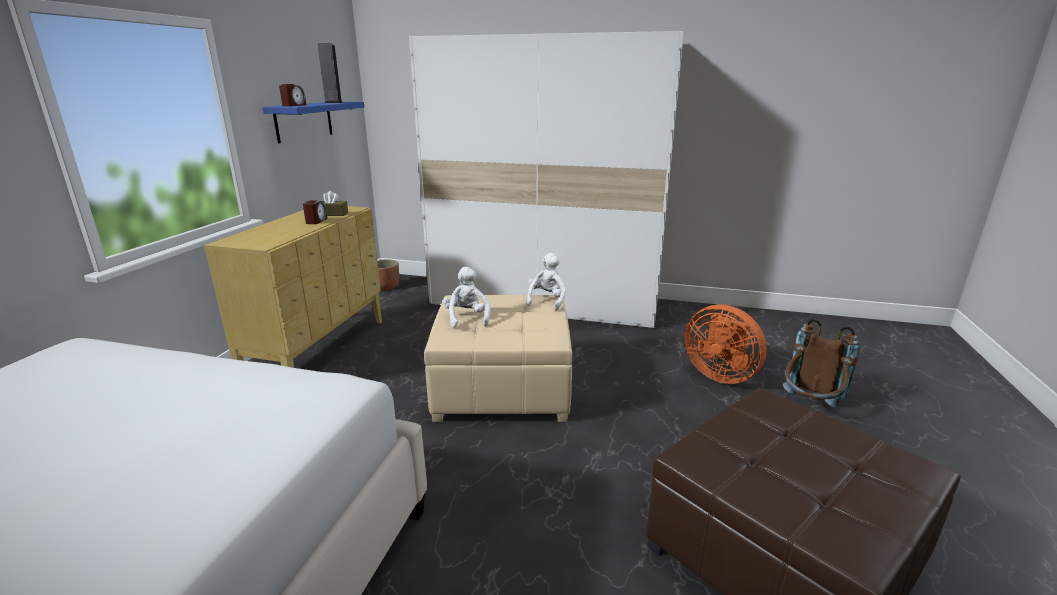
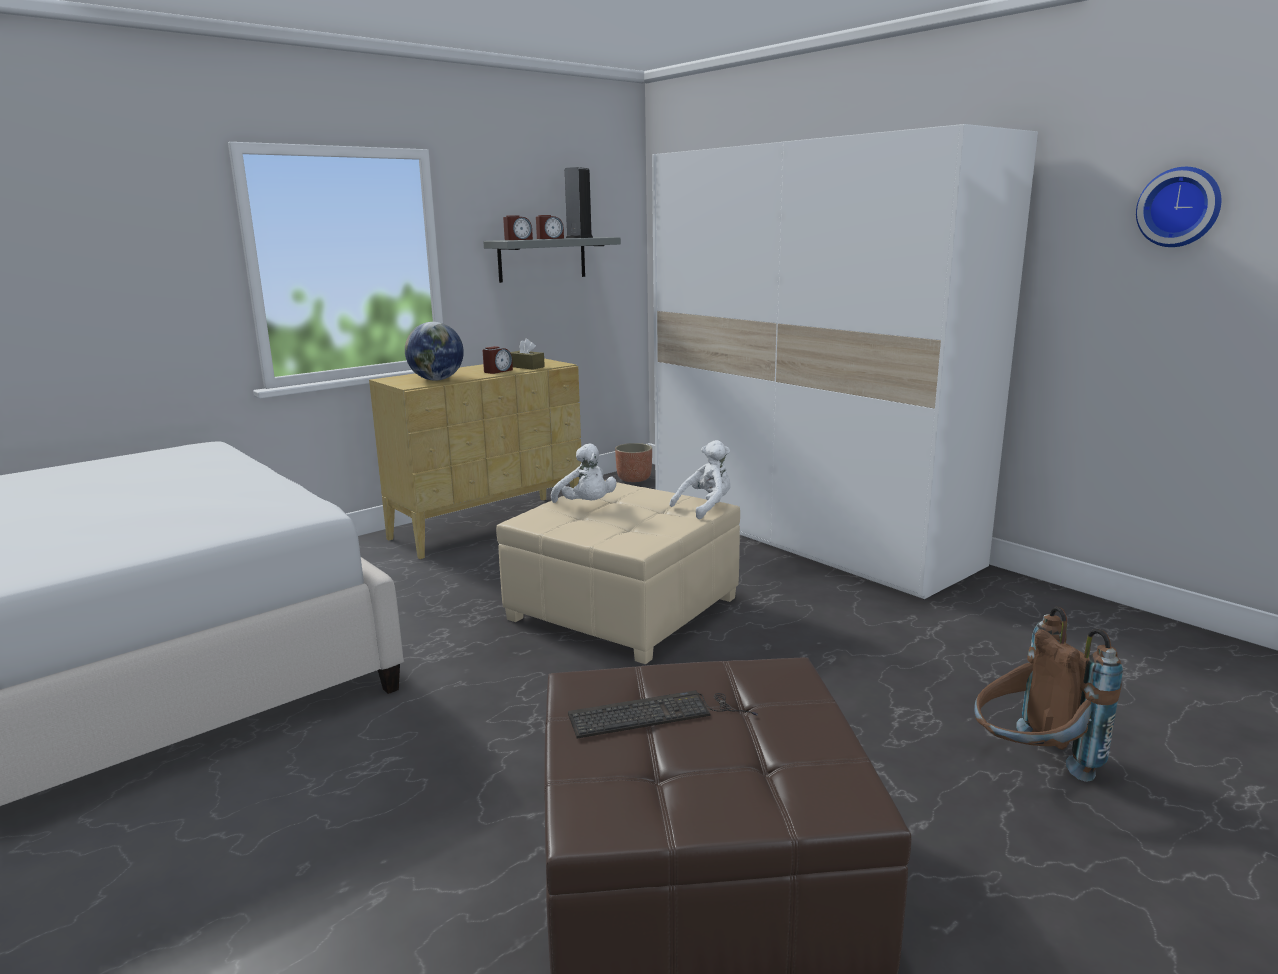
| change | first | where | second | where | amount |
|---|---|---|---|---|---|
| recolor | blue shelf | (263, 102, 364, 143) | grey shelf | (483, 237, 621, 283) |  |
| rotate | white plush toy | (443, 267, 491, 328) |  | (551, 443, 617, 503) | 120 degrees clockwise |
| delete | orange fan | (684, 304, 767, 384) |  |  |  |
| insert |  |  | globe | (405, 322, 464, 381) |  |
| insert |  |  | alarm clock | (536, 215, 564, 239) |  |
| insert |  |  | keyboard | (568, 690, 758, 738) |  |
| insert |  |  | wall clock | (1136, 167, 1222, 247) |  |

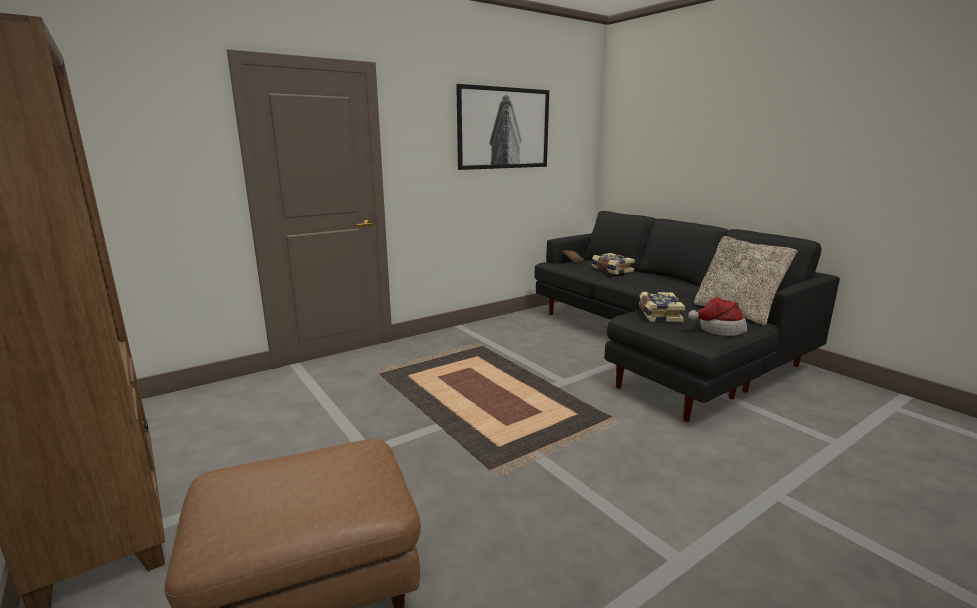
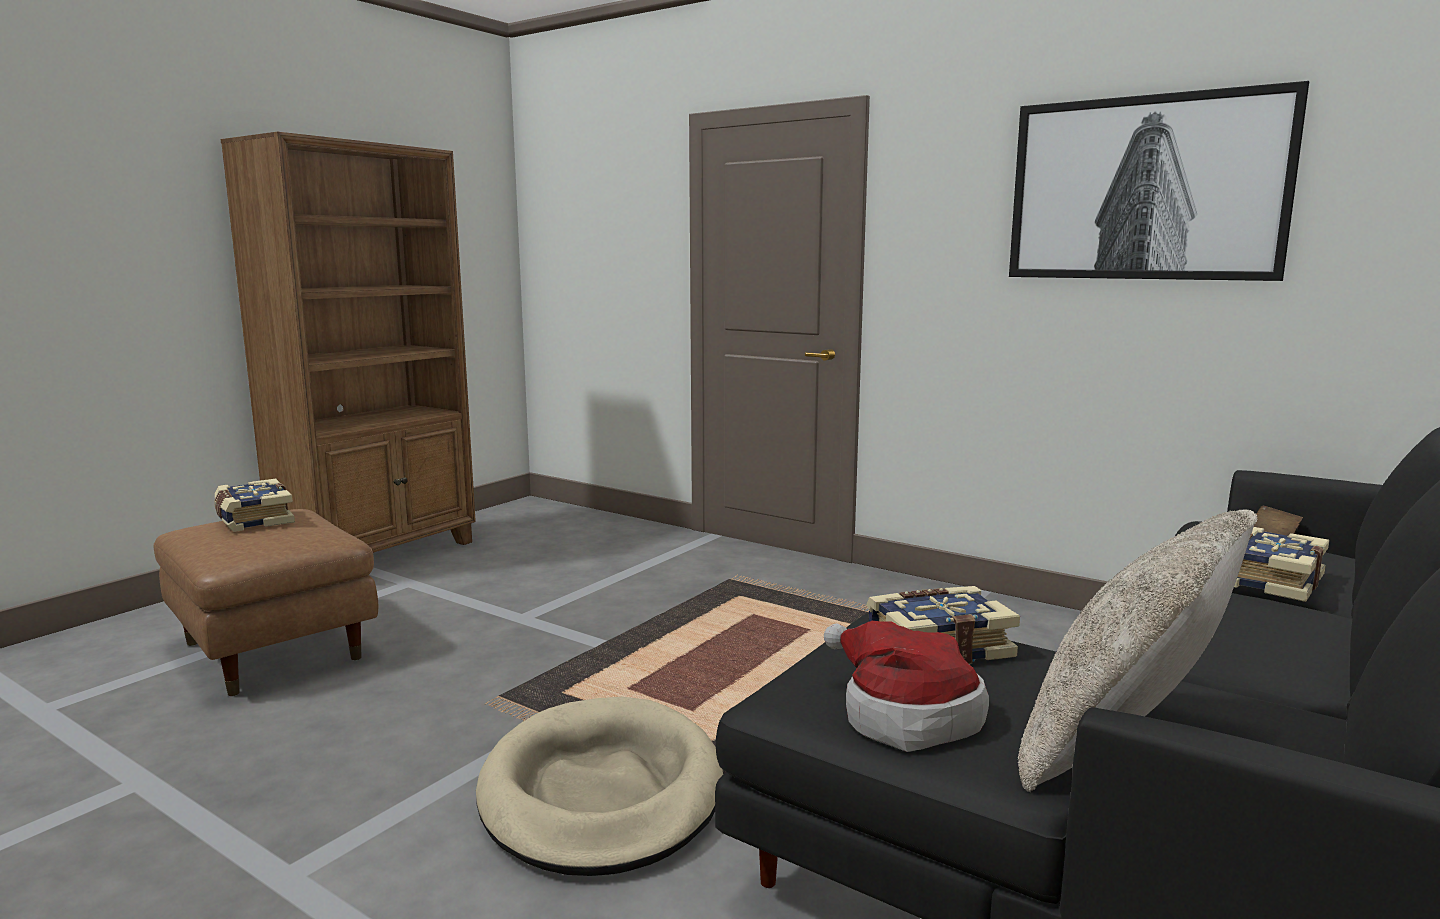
| change | first | where | second | where | amount |
|---|---|---|---|---|---|
| insert |  |  | book | (215, 479, 295, 532) |  |
| insert |  |  | beige dog bed | (476, 697, 723, 876) |  |

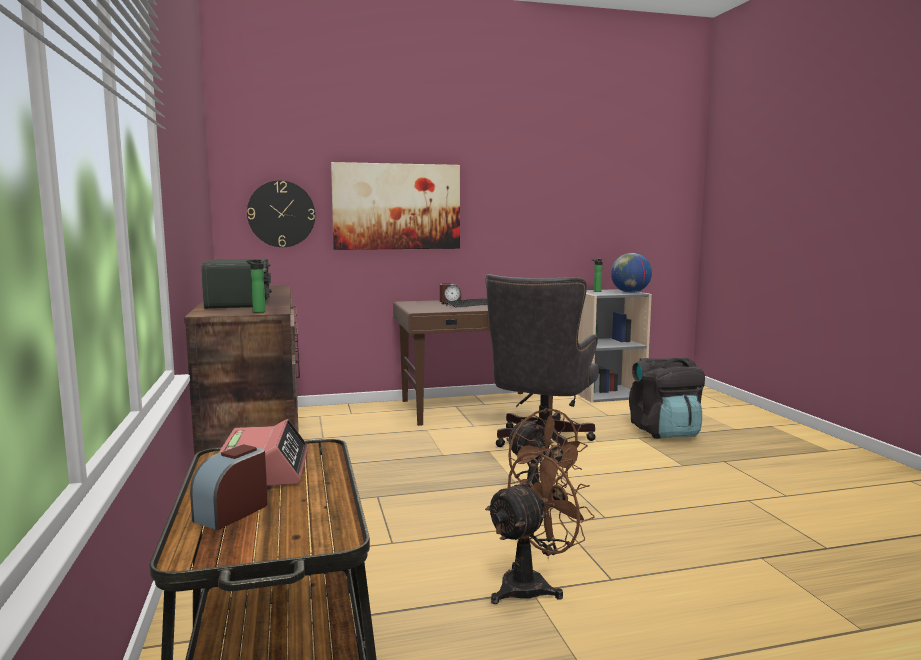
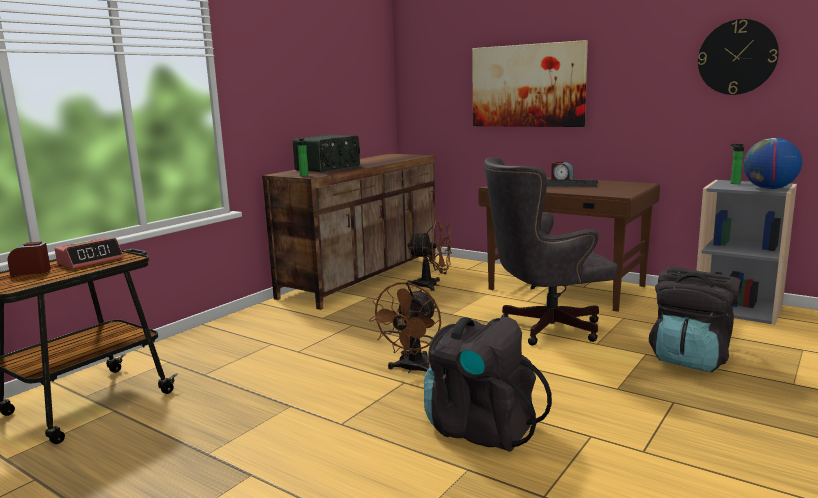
| change | first | where | second | where | amount |
|---|---|---|---|---|---|
| move | wall clock | (247, 180, 315, 247) |  | (698, 19, 779, 95) |  |
| move | brown fan | (485, 449, 595, 604) |  | (407, 221, 452, 291) |  |
| insert |  |  | black backpack | (424, 317, 552, 452) |  |

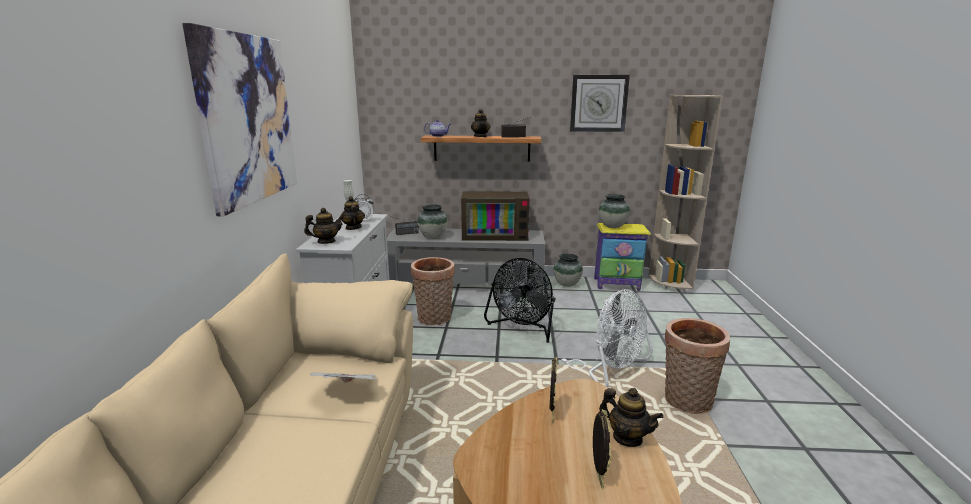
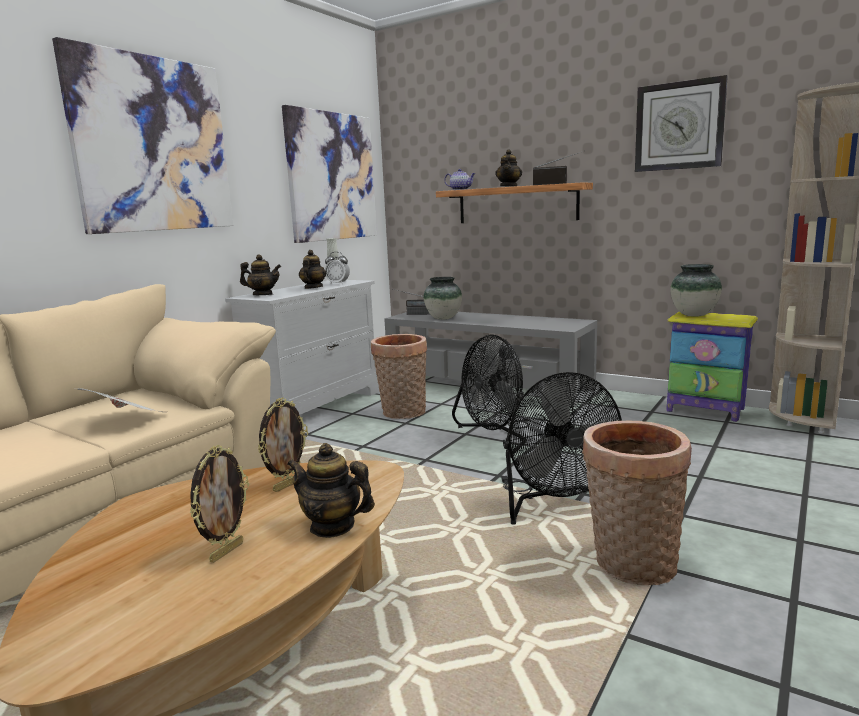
| change | first | where | second | where | amount |
|---|---|---|---|---|---|
| delete | television | (461, 191, 530, 241) |  |  |  |
| delete | vase | (554, 253, 583, 287) |  |  |  |
| recolor | white fan | (562, 289, 653, 388) | black fan | (502, 372, 622, 525) |  |
| rotate | teapot | (599, 388, 663, 447) |  | (287, 443, 375, 538) | 135 degrees clockwise |
| insert |  |  | picture | (282, 105, 377, 243) |  |

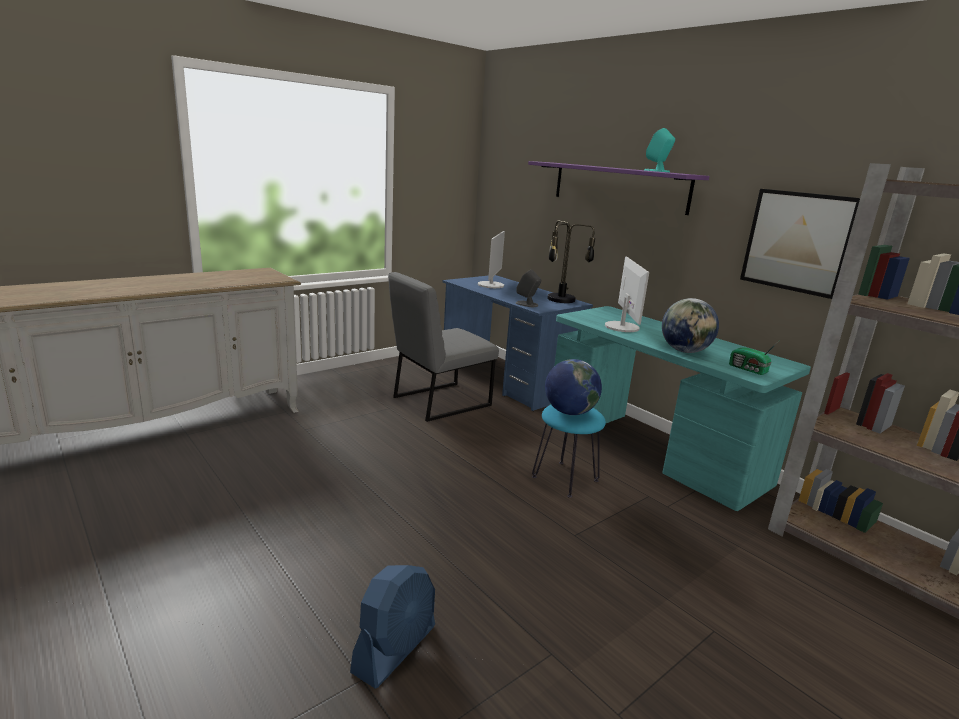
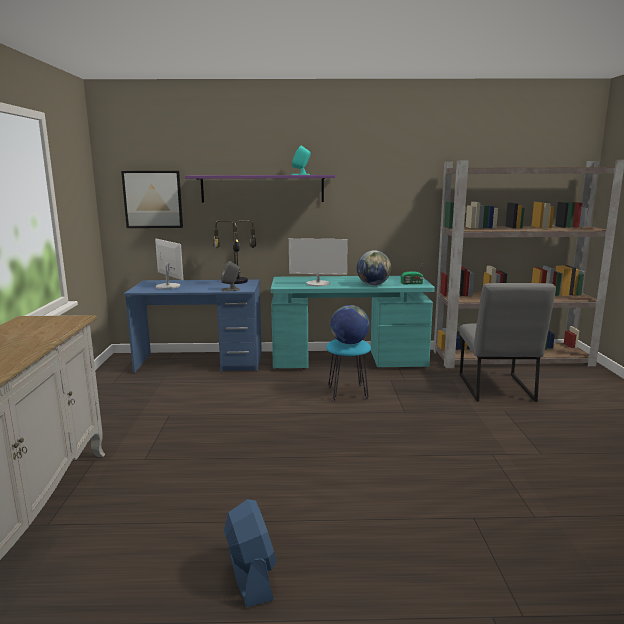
| change | first | where | second | where | amount |
|---|---|---|---|---|---|
| move | blue fan | (350, 565, 435, 689) |  | (224, 499, 277, 607) |  |
| move | grey chair | (388, 272, 499, 422) |  | (459, 283, 556, 402) |  |
| rotate | monitor | (605, 257, 649, 332) |  | (289, 238, 348, 286) | 150 degrees clockwise |
| move | picture | (740, 189, 860, 299) |  | (121, 171, 183, 228) |  |

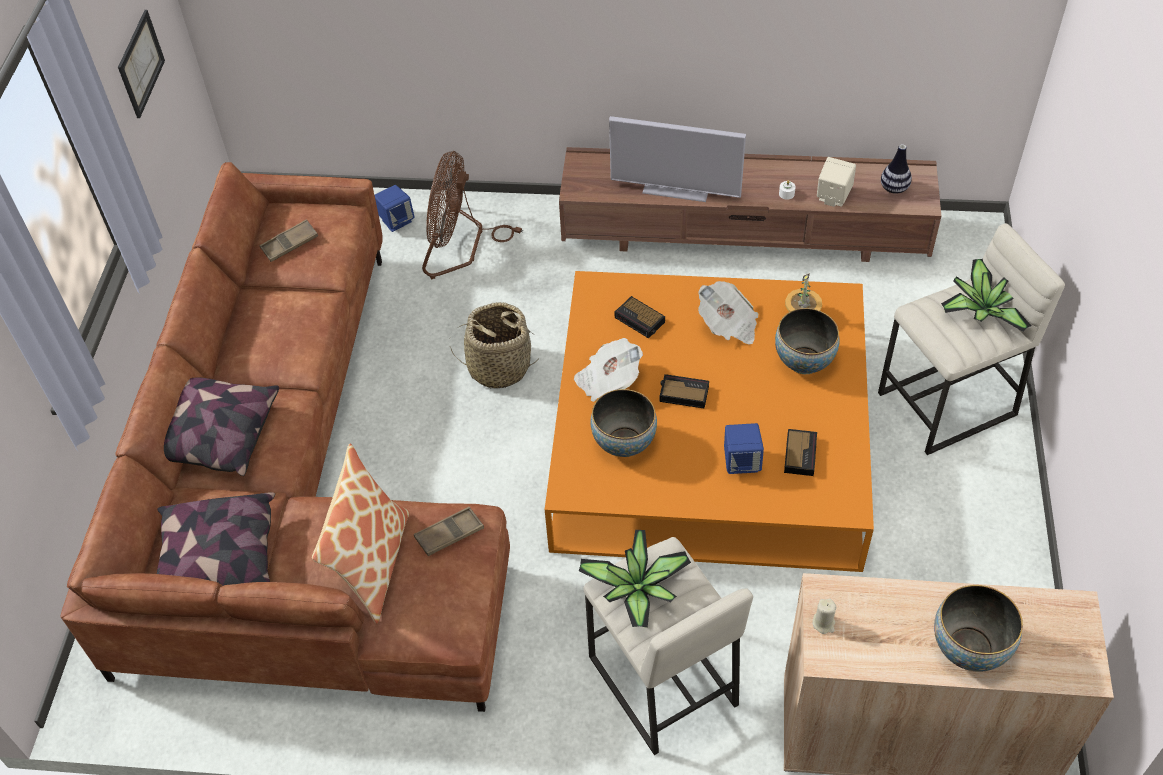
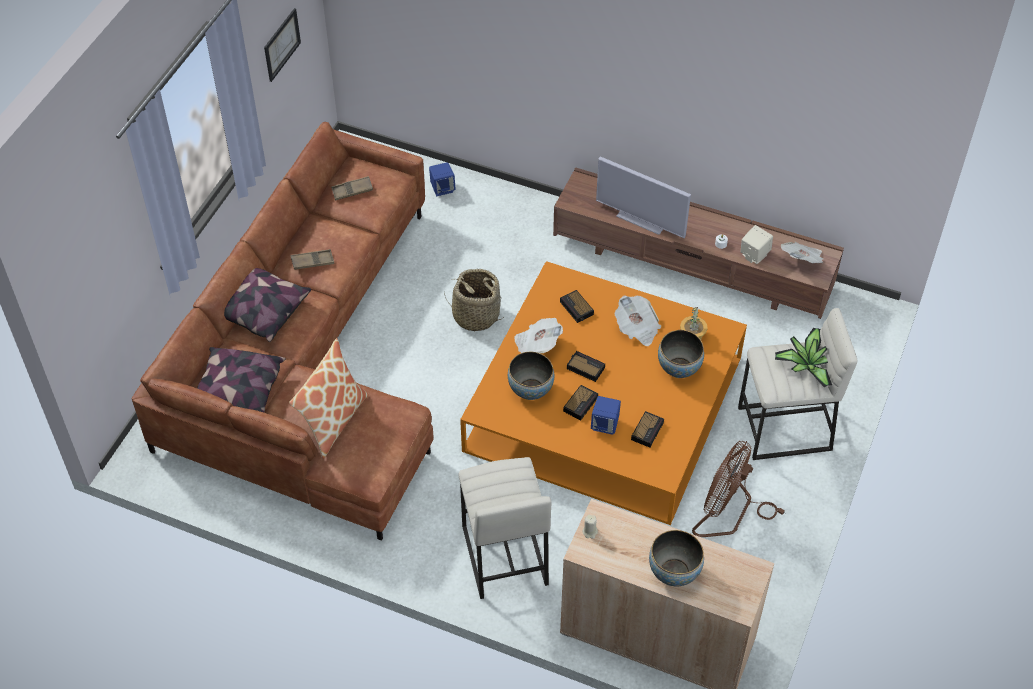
| change | first | where | second | where | amount |
|---|---|---|---|---|---|
| move | brown tray | (414, 507, 484, 556) |  | (291, 249, 334, 270) |  |
| move | brown fan | (422, 151, 522, 280) |  | (692, 441, 785, 537) |  |
| delete | potted plant | (579, 530, 691, 628) |  |  |  |
| replace | vase | (881, 144, 912, 194) | newspaper | (781, 242, 824, 263) |  |
| insert |  |  | alarm clock | (563, 385, 598, 420) |  |

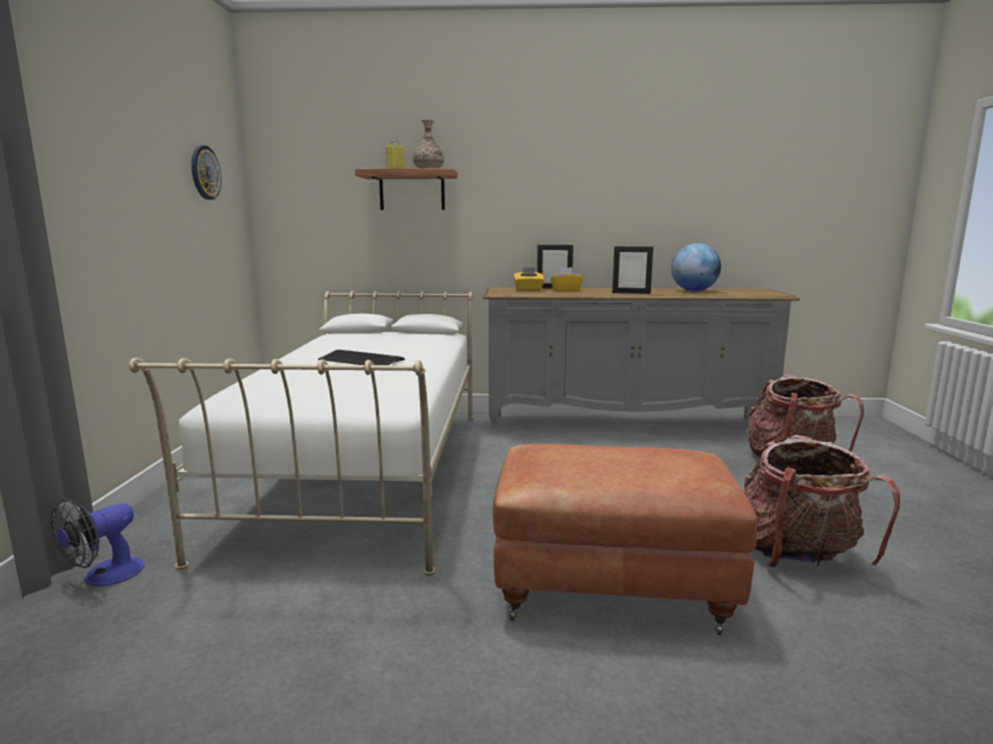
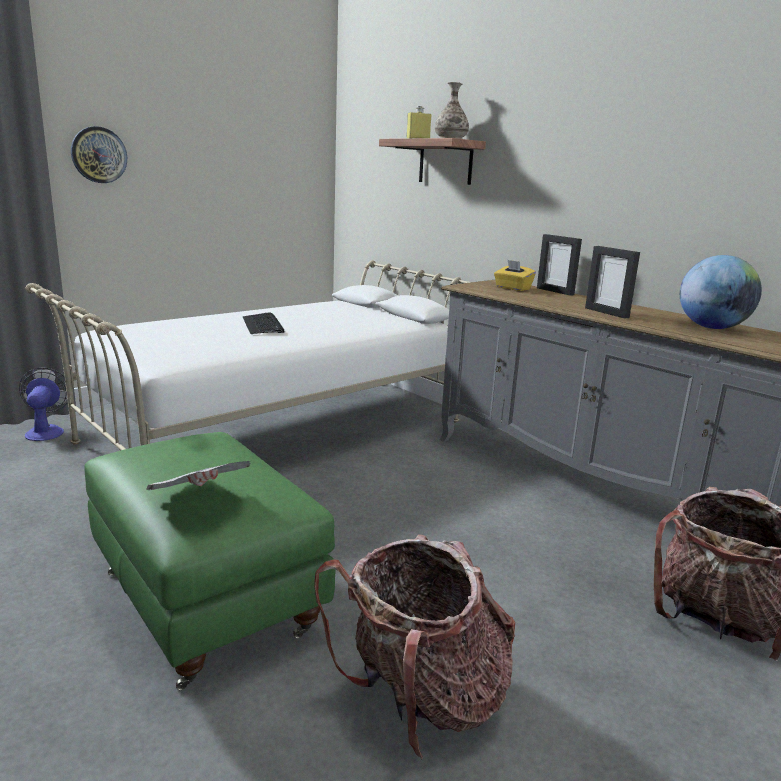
| change | first | where | second | where | amount |
|---|---|---|---|---|---|
| rotate | fan | (51, 499, 144, 586) |  | (19, 367, 68, 441) | 90 degrees clockwise |
| move | wall clock | (191, 145, 222, 200) |  | (71, 126, 127, 183) |  |
| recolor | brown ottoman | (492, 444, 757, 635) | green ottoman | (84, 432, 336, 690) |  |
| delete | yellow tissue box | (550, 267, 583, 292) |  |  |  |
| insert |  |  | newspaper | (147, 461, 251, 490) |  |

